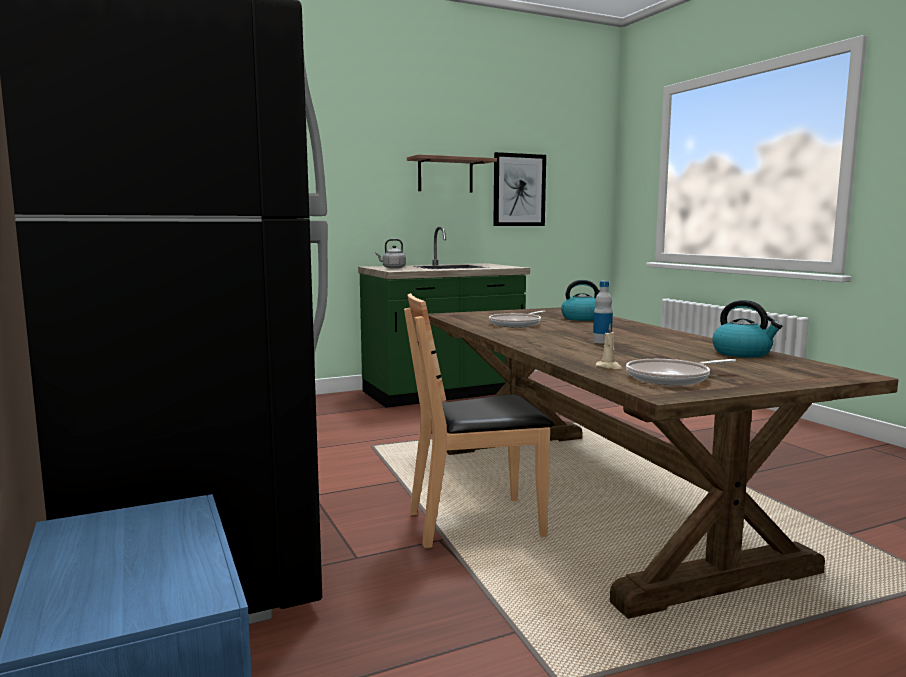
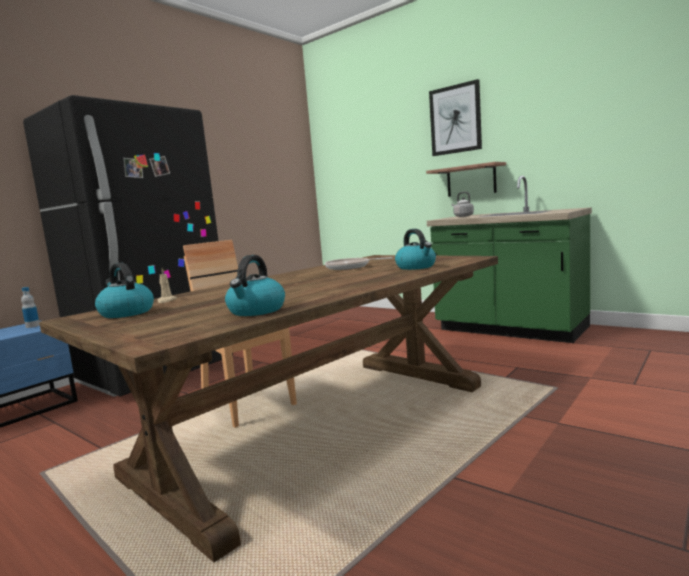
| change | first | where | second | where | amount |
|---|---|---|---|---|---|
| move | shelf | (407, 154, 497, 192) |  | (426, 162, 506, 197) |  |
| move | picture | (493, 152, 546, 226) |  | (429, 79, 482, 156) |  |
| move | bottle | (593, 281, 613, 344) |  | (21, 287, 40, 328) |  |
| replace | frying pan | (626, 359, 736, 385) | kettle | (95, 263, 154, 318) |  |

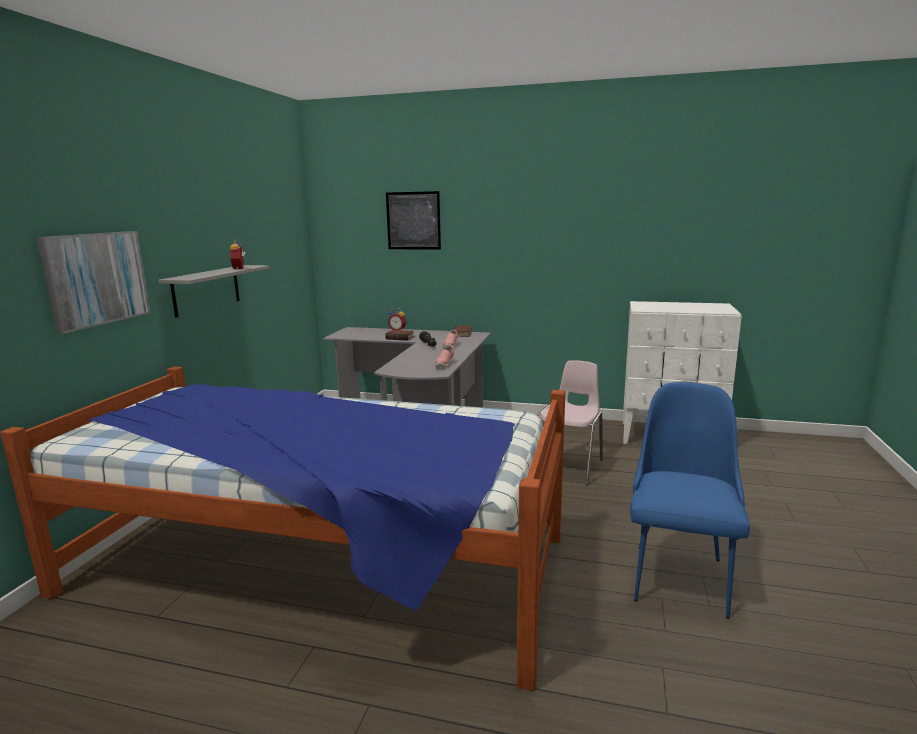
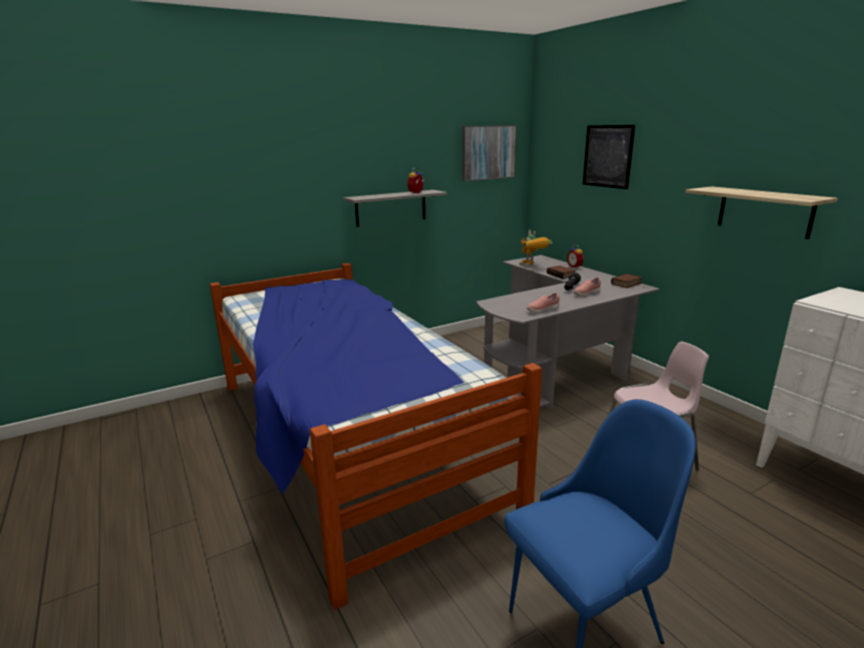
| change | first | where | second | where | amount |
|---|---|---|---|---|---|
| move | picture | (37, 231, 151, 334) |  | (462, 125, 517, 181) |  |
| insert |  |  | toy robot | (519, 230, 552, 267) |  |
| insert |  |  | shelf | (685, 186, 838, 239) |  |

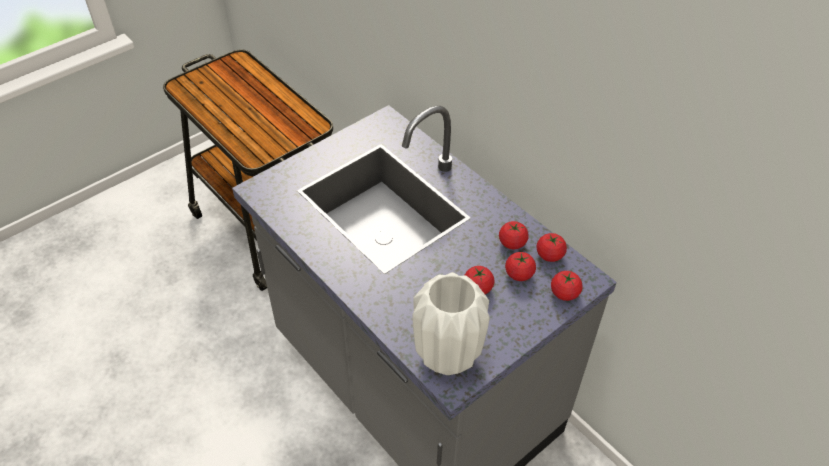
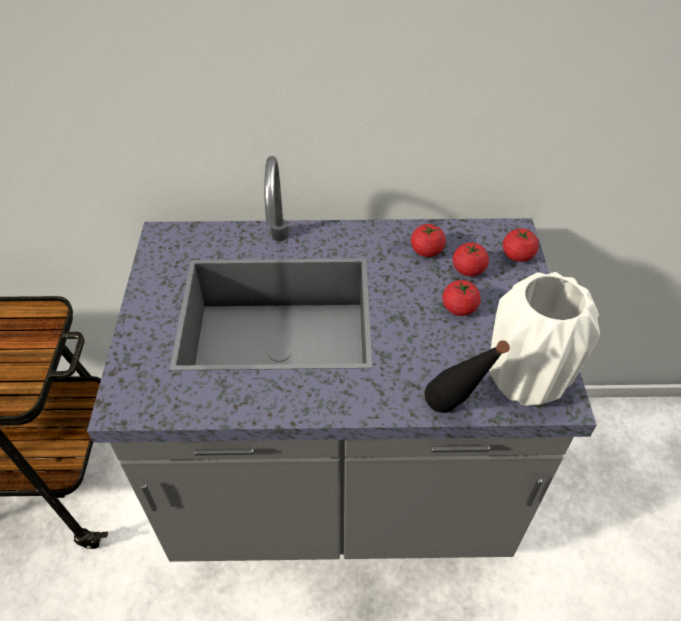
| change | first | where | second | where | amount |
|---|---|---|---|---|---|
| delete | tomato | (536, 233, 567, 262) |  |  |  |
| insert |  |  | black bottle | (424, 340, 510, 413) |  |

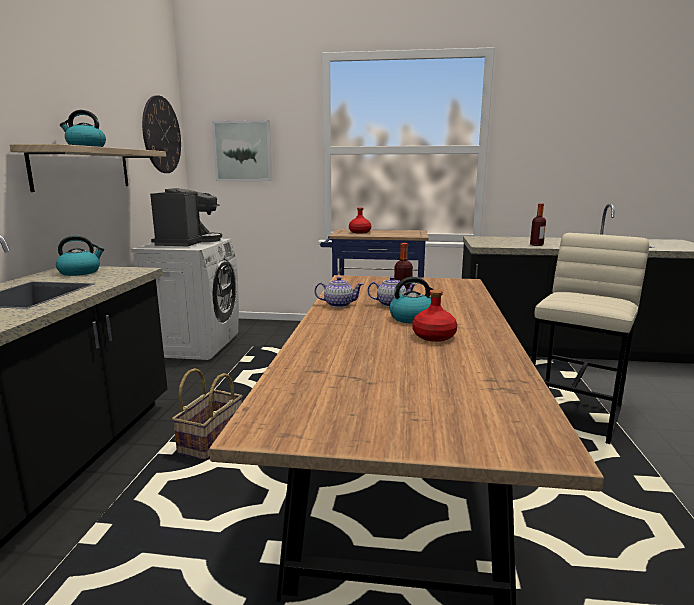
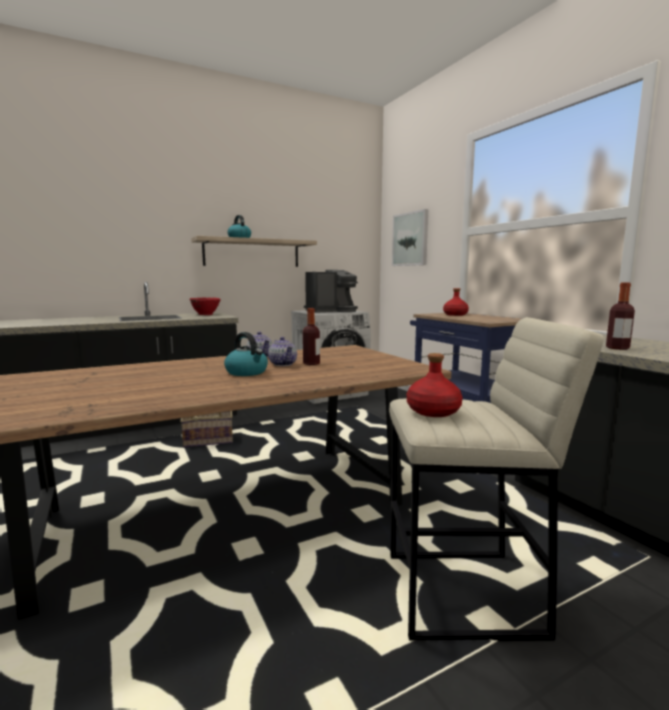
| change | first | where | second | where | amount |
|---|---|---|---|---|---|
| replace | kettle | (56, 236, 105, 276) | red bowl | (189, 298, 221, 315) |  |
| delete | wall clock | (142, 95, 181, 173) |  |  |  |
| move | red bottle | (412, 289, 457, 342) |  | (407, 353, 462, 417) |  |

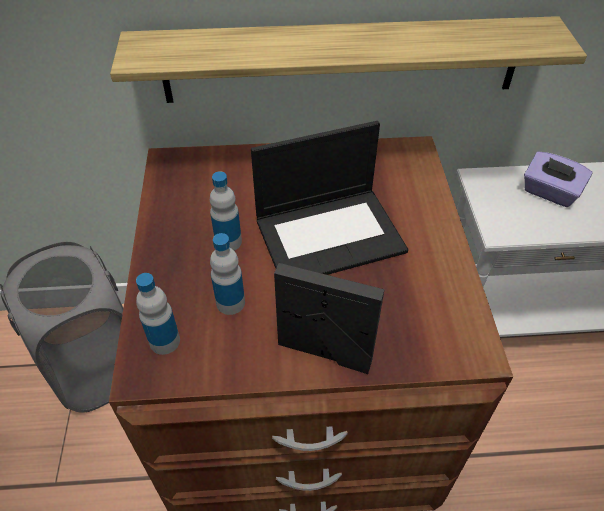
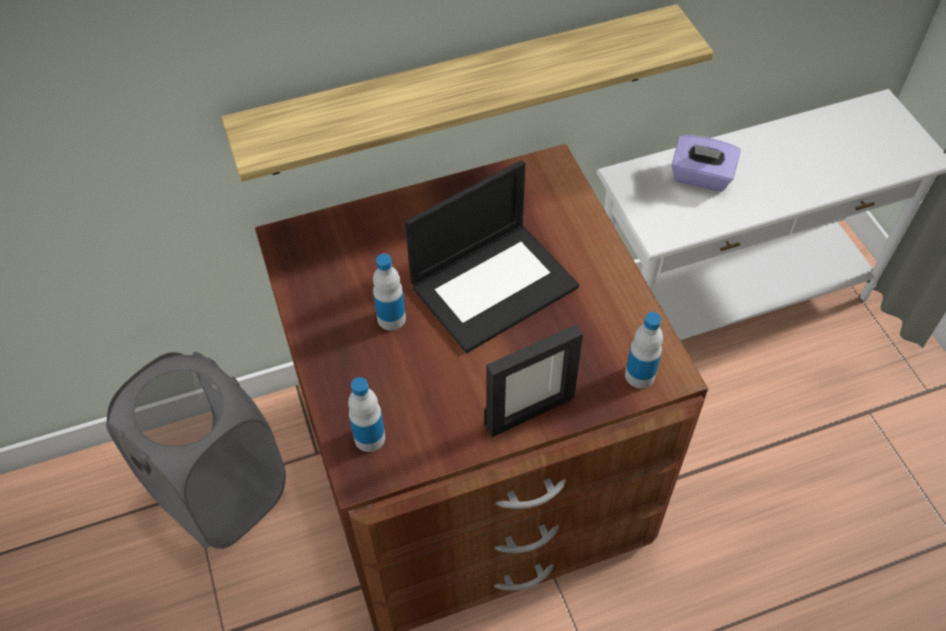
| change | first | where | second | where | amount |
|---|---|---|---|---|---|
| move | bottle | (210, 233, 245, 315) |  | (625, 312, 663, 388) |  |
| rotate | picture frame | (274, 263, 385, 374) |  | (484, 325, 583, 437) | 150 degrees clockwise |

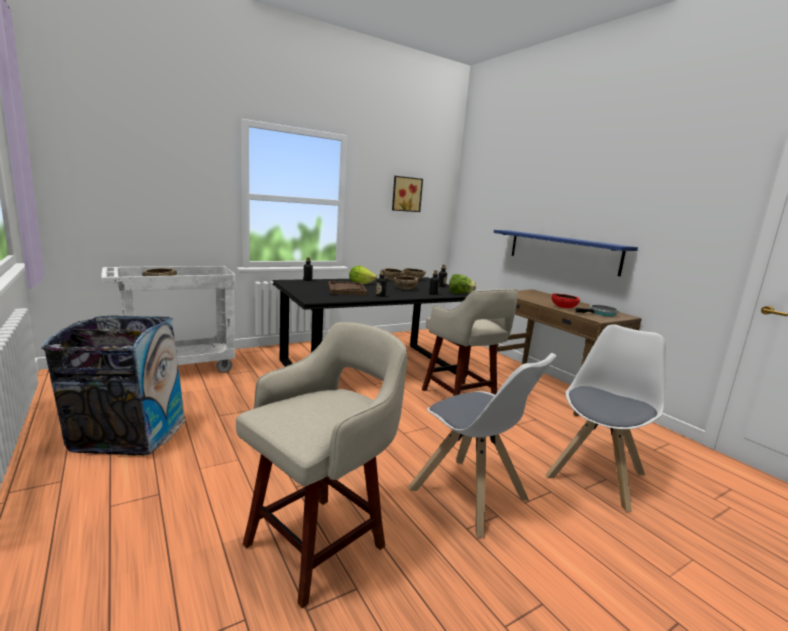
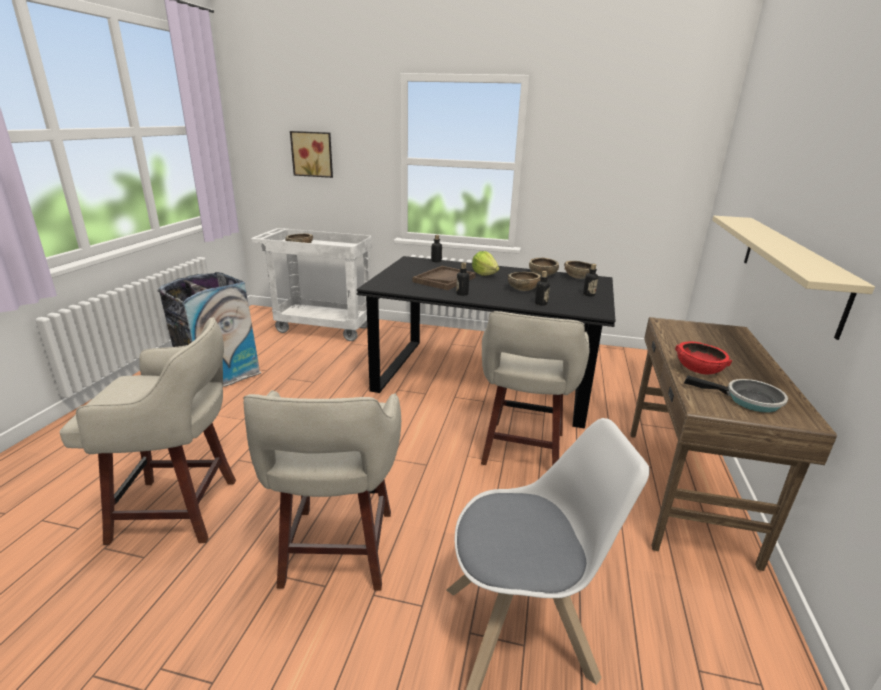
| change | first | where | second | where | amount |
|---|---|---|---|---|---|
| move | picture | (392, 176, 423, 212) |  | (290, 131, 333, 178) |  |
| replace | chair | (408, 353, 557, 538) | beige stool | (243, 390, 401, 591) |  |
| delete | lettuce | (449, 274, 477, 294) |  |  |  |
| recolor | blue shelf | (494, 230, 638, 276) | beige shelf | (712, 216, 875, 340) |  |

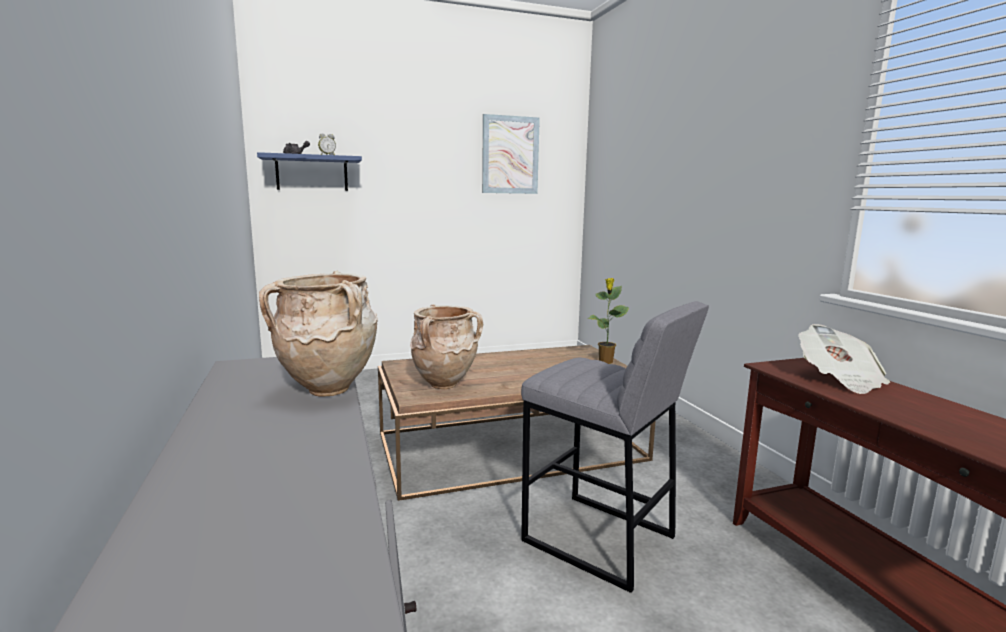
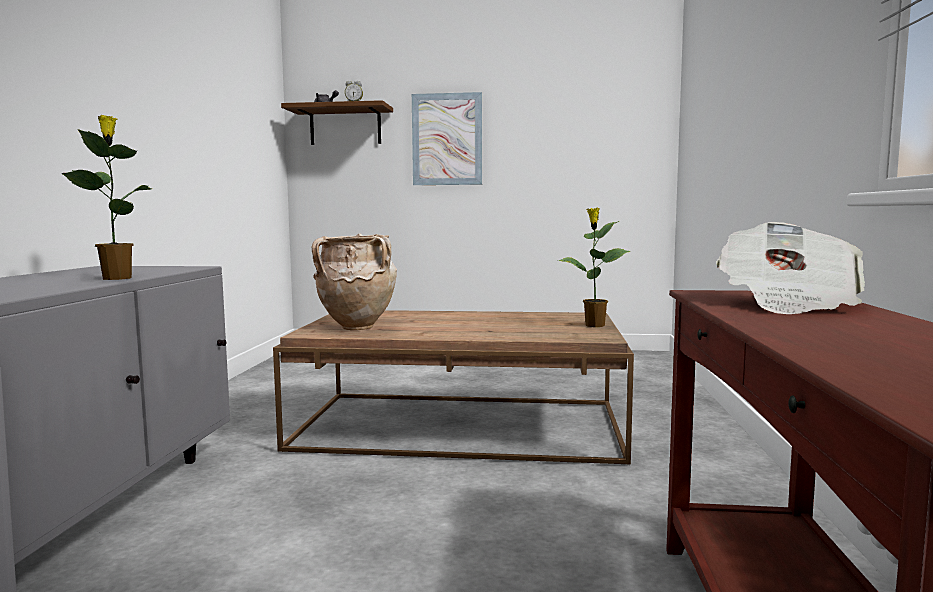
| change | first | where | second | where | amount |
|---|---|---|---|---|---|
| recolor | blue shelf | (257, 152, 362, 191) | brown shelf | (281, 100, 393, 145) |  |
| replace | beige vase | (259, 271, 378, 397) | potted plant | (61, 115, 151, 280) |  |
| move | picture | (482, 114, 540, 194) |  | (412, 92, 482, 185) |  |
| delete | grey stool | (521, 301, 709, 593) |  |  |  |

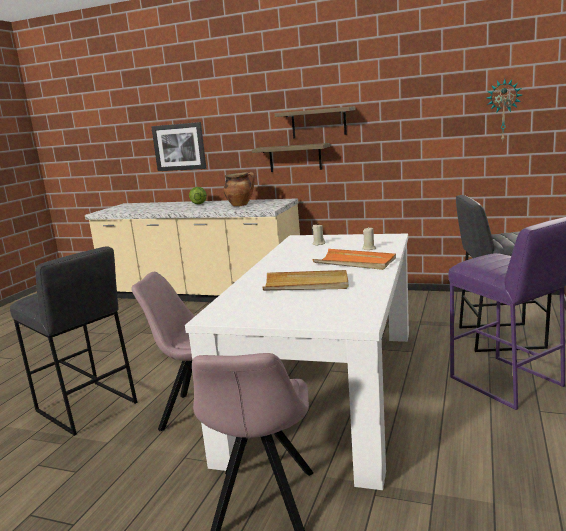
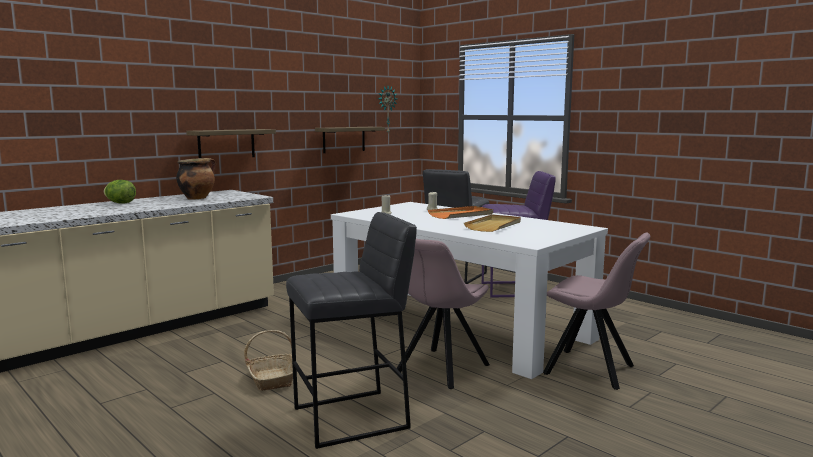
| change | first | where | second | where | amount |
|---|---|---|---|---|---|
| delete | picture | (151, 122, 206, 171) |  |  |  |
| move | shelf | (274, 106, 355, 138) |  | (315, 127, 385, 153) |  |
| insert |  |  | basket | (244, 330, 293, 391) |  |

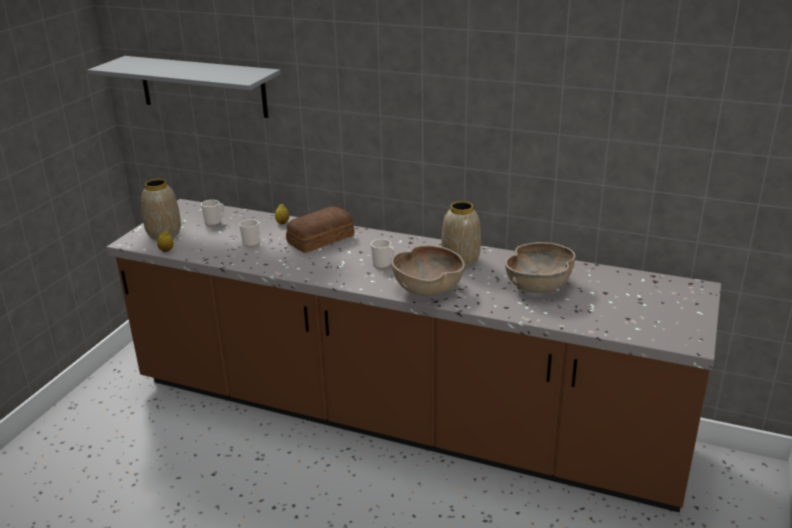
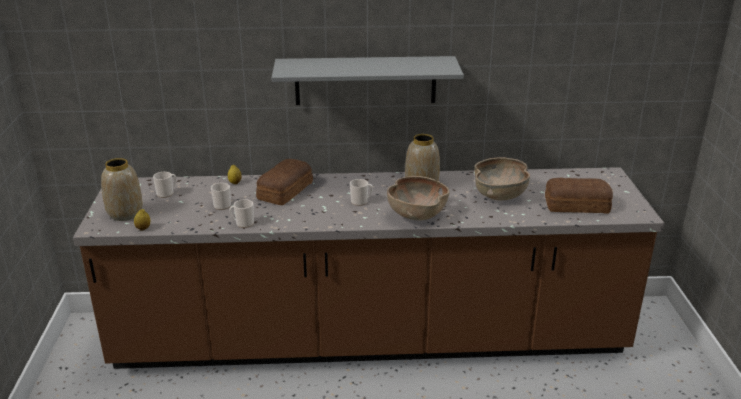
| change | first | where | second | where | amount |
|---|---|---|---|---|---|
| move | grey shelf | (87, 56, 281, 118) |  | (271, 56, 464, 105) |  |
| insert |  |  | mug | (229, 199, 254, 228) |  |
| insert |  |  | bread | (545, 178, 613, 214) |  |

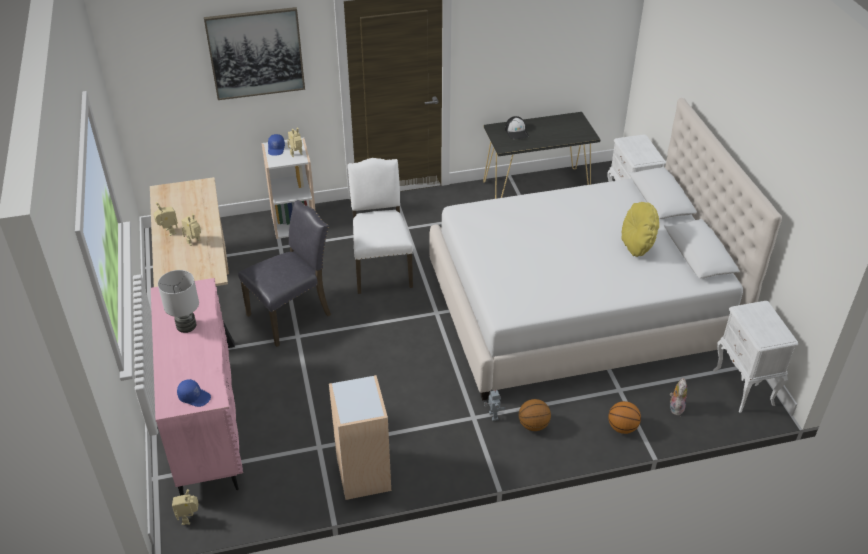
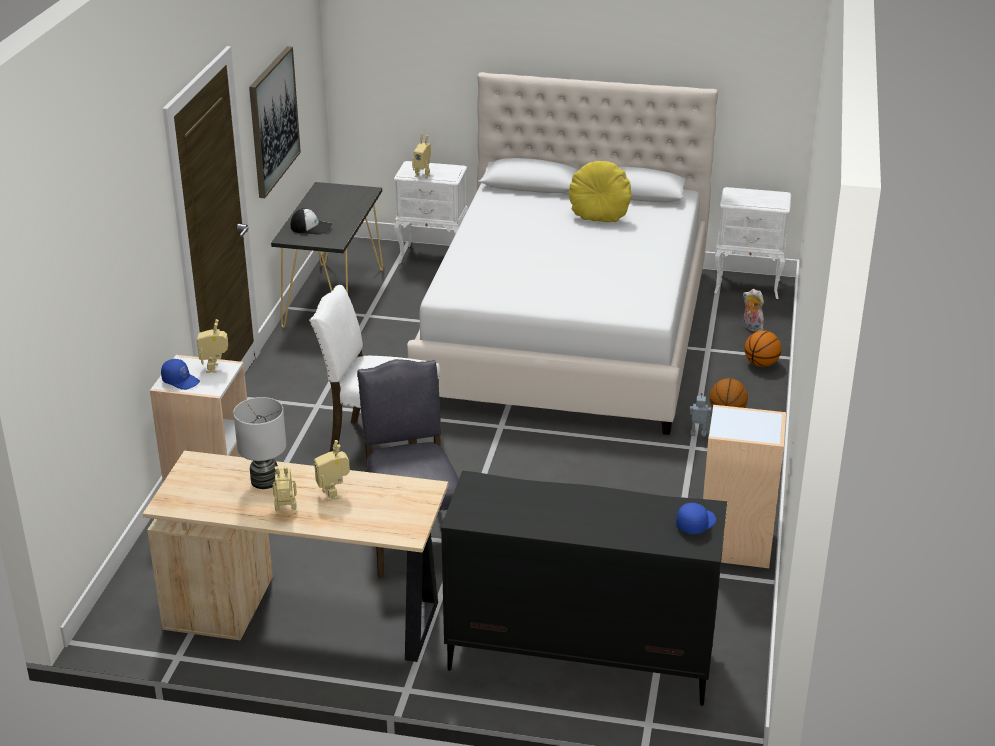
| change | first | where | second | where | amount |
|---|---|---|---|---|---|
| recolor | pink dresser | (151, 278, 243, 496) | black dresser | (441, 471, 728, 706) |  |
| move | grey table lamp | (158, 270, 199, 333) |  | (233, 397, 286, 489) |  |
| move | toy robot | (172, 489, 199, 525) |  | (412, 134, 431, 179) |  |
| move | picture | (204, 7, 305, 100) |  | (249, 46, 301, 198) |  |

